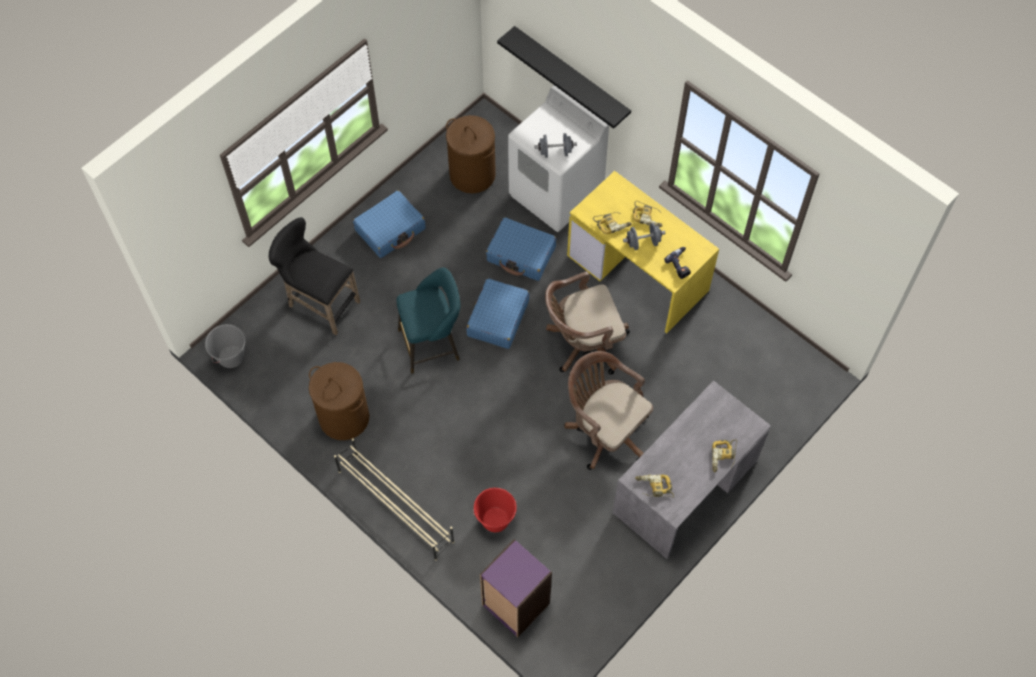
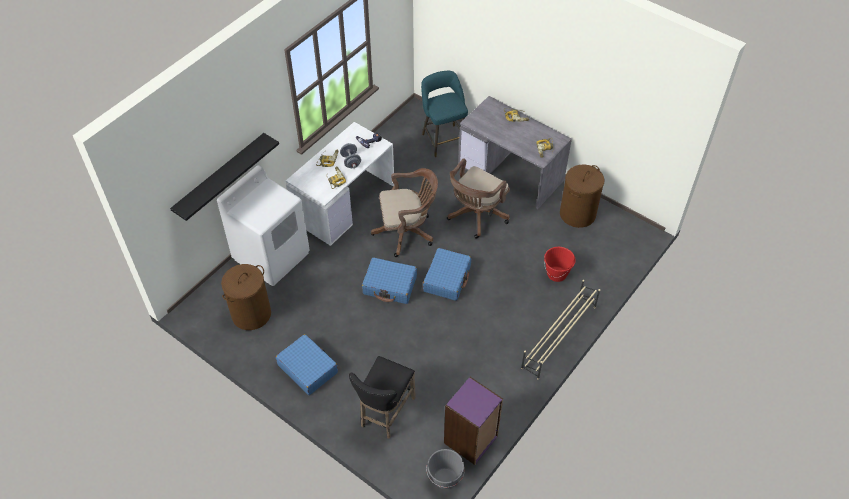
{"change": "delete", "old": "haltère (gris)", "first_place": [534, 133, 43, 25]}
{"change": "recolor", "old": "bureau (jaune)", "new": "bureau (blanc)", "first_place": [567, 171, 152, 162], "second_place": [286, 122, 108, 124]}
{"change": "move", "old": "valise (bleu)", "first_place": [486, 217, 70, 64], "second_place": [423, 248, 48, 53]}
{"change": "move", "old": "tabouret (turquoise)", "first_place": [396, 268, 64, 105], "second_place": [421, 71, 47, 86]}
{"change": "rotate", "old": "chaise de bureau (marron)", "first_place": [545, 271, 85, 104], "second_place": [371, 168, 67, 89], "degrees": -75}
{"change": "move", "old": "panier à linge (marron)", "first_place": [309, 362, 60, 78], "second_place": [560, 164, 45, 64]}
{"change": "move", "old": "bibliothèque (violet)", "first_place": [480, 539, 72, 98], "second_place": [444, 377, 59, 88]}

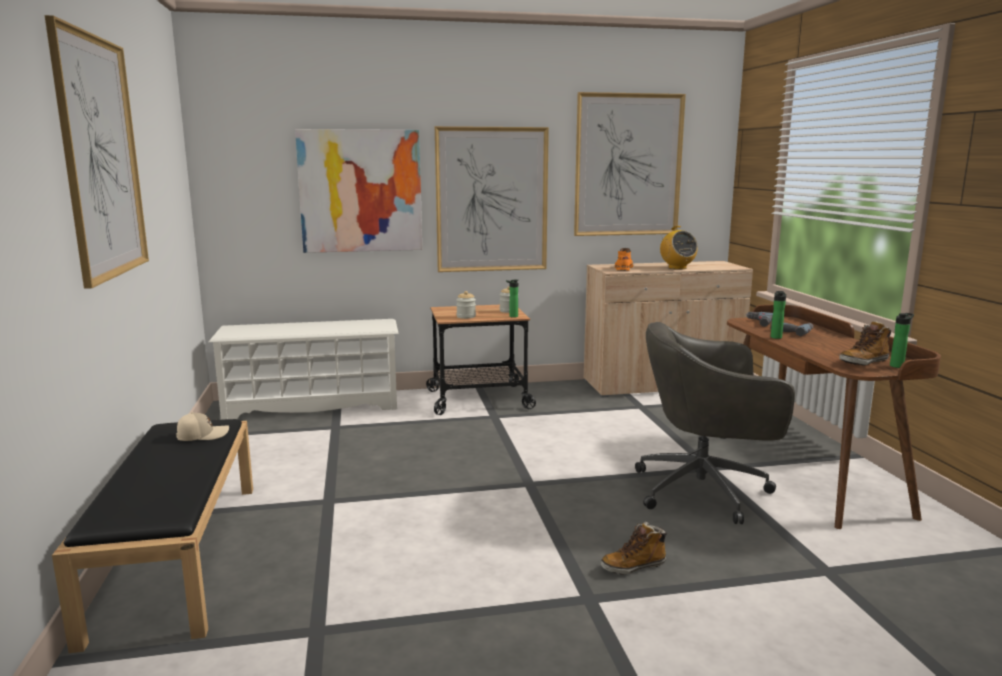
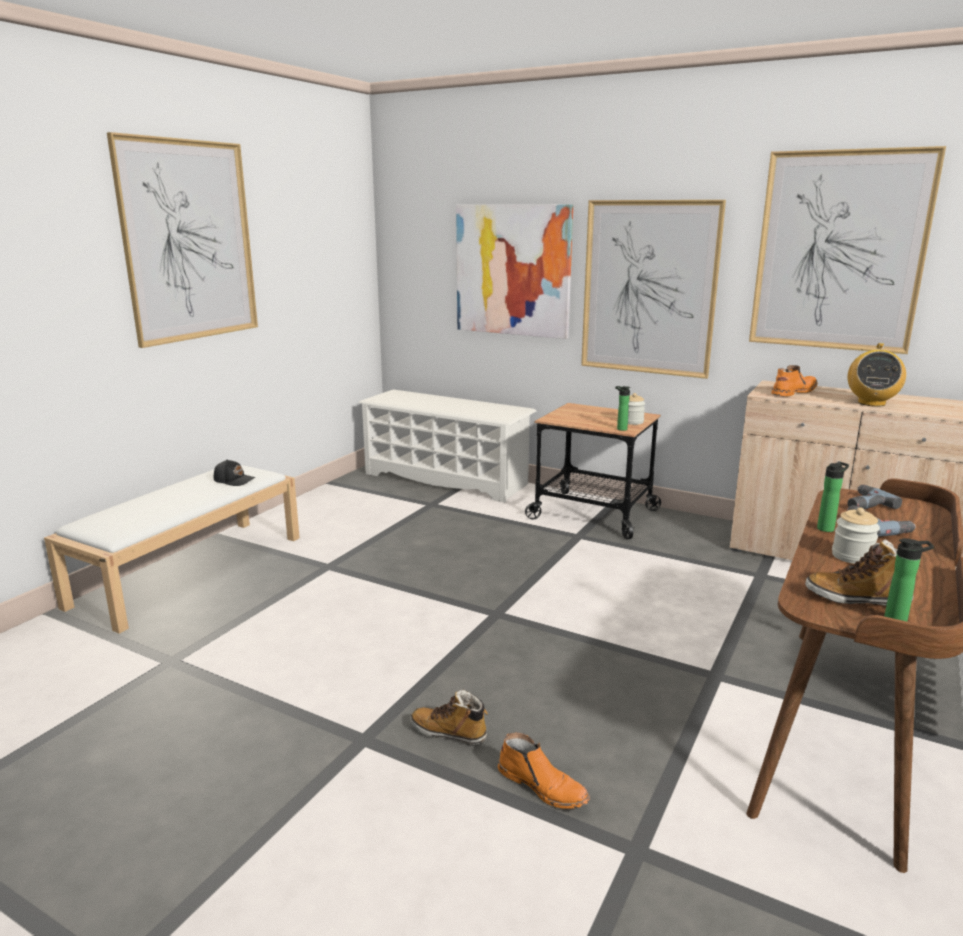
{"change": "move", "old": "bocal", "first_place": [456, 291, 20, 28], "second_place": [832, 507, 48, 57]}
{"change": "delete", "old": "chaise de bureau (gris)", "first_place": [635, 322, 160, 202]}
{"change": "recolor", "old": "casquette (beige)", "new": "casquette (noir)", "first_place": [176, 412, 53, 29], "second_place": [214, 459, 42, 27]}
{"change": "recolor", "old": "banc (noir)", "new": "banc (blanc)", "first_place": [52, 419, 201, 234], "second_place": [44, 465, 256, 169]}
{"change": "insert", "new": "botte (orange)", "second_place": [498, 733, 92, 76]}

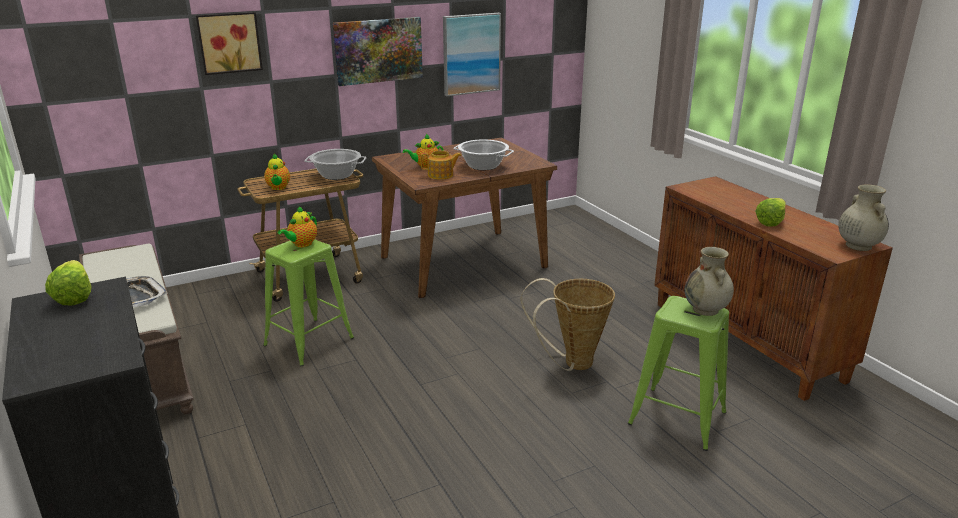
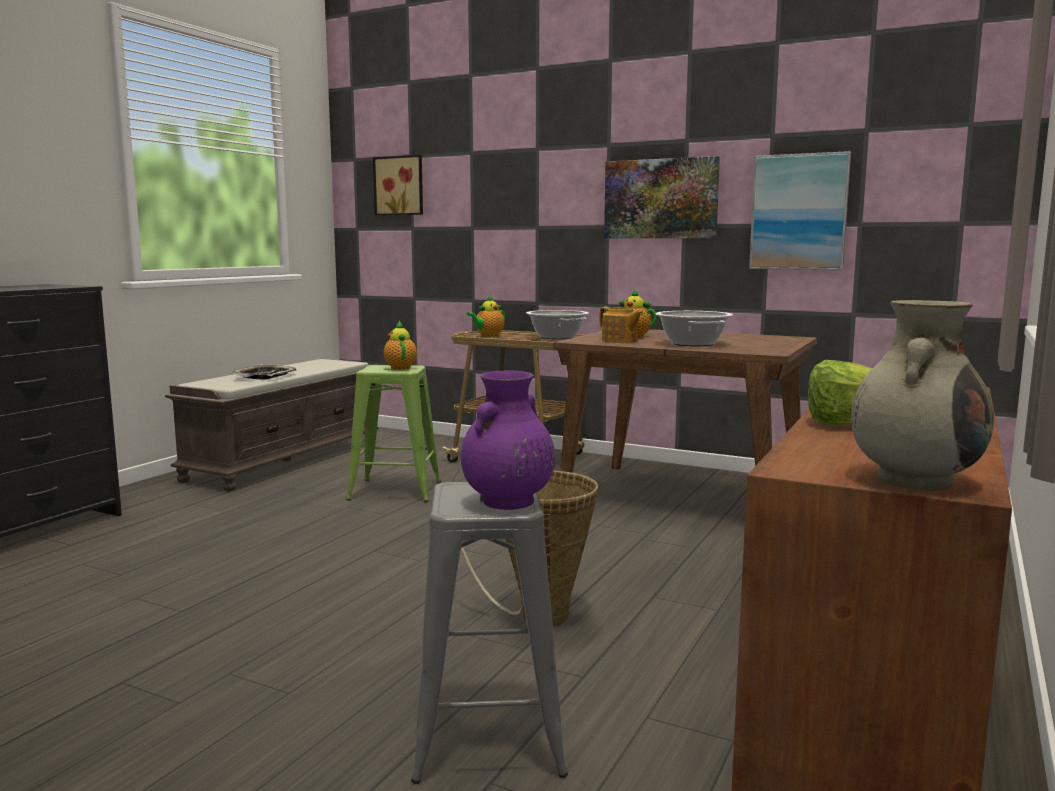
{"change": "move", "old": "tableau", "first_place": [196, 12, 67, 63], "second_place": [373, 155, 50, 60]}
{"change": "rotate", "old": "théière", "first_place": [278, 206, 39, 41], "second_place": [384, 321, 33, 49], "degrees": 75}
{"change": "recolor", "old": "vase (beige)", "new": "vase (violet)", "first_place": [685, 247, 49, 69], "second_place": [461, 370, 94, 140]}
{"change": "delete", "old": "laitue", "first_place": [45, 260, 47, 46]}
{"change": "recolor", "old": "tabouret (vert)", "new": "tabouret (gris)", "first_place": [628, 296, 101, 155], "second_place": [411, 482, 157, 302]}

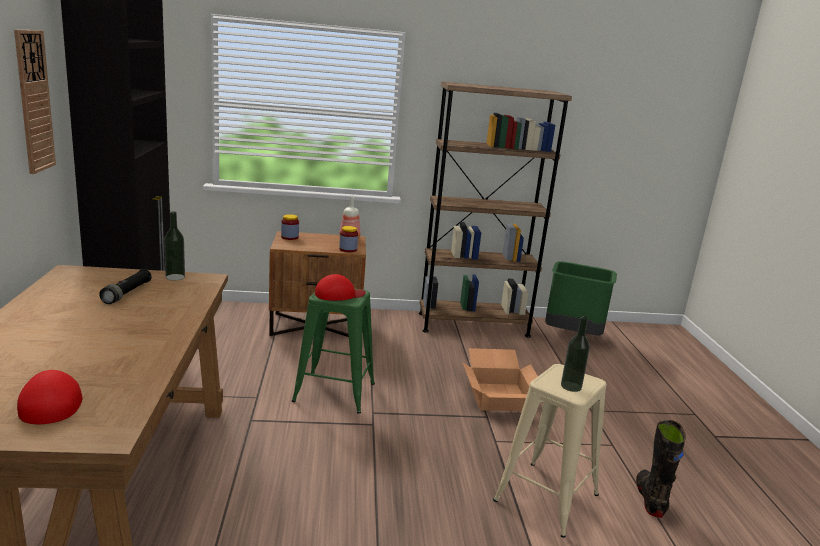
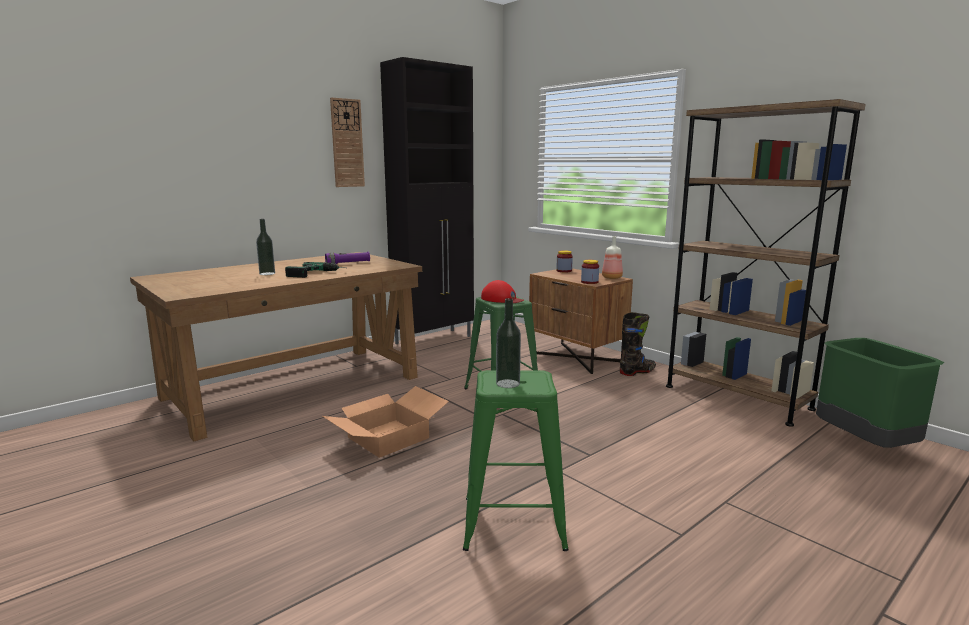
{"change": "move", "old": "bouteille", "first_place": [164, 212, 21, 69], "second_place": [256, 219, 19, 56]}
{"change": "recolor", "old": "lampe de poche (noir)", "new": "lampe de poche (violet)", "first_place": [99, 269, 53, 35], "second_place": [325, 252, 45, 12]}
{"change": "move", "old": "carton", "first_place": [462, 348, 76, 63], "second_place": [322, 386, 127, 72]}
{"change": "recolor", "old": "tabouret (beige)", "new": "tabouret (vert)", "first_place": [493, 364, 113, 174], "second_place": [463, 370, 106, 181]}
{"change": "delete", "old": "casquette (rouge)", "first_place": [17, 370, 65, 54]}
{"change": "move", "old": "botte (noir)", "first_place": [636, 420, 50, 98], "second_place": [620, 312, 36, 64]}
{"change": "insert", "new": "perceuse", "second_place": [285, 262, 61, 16]}

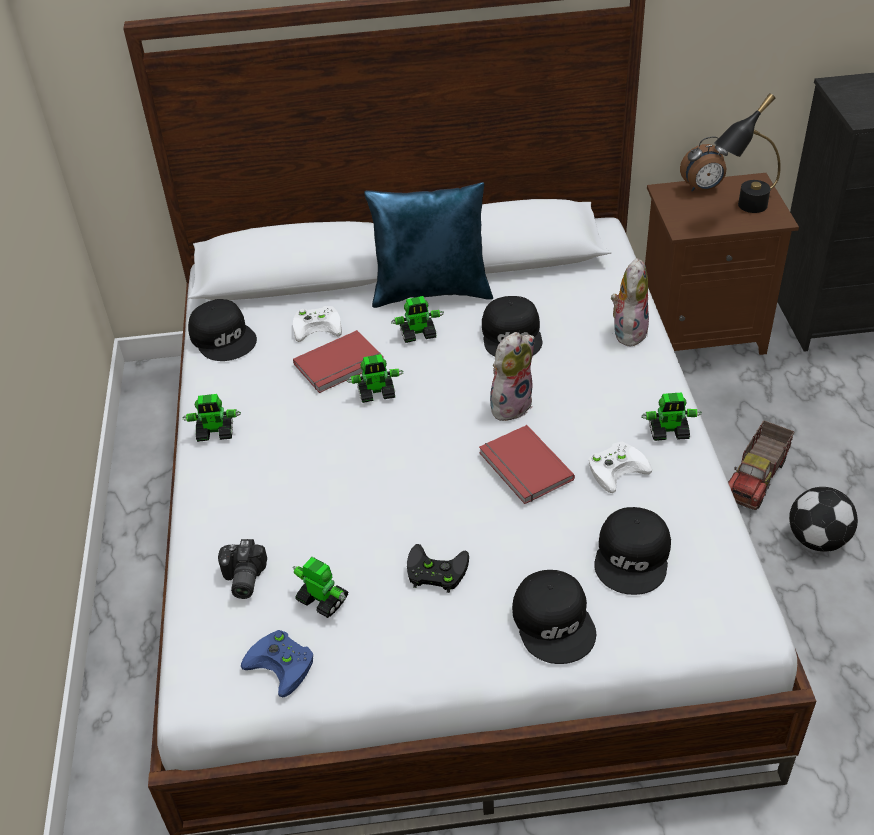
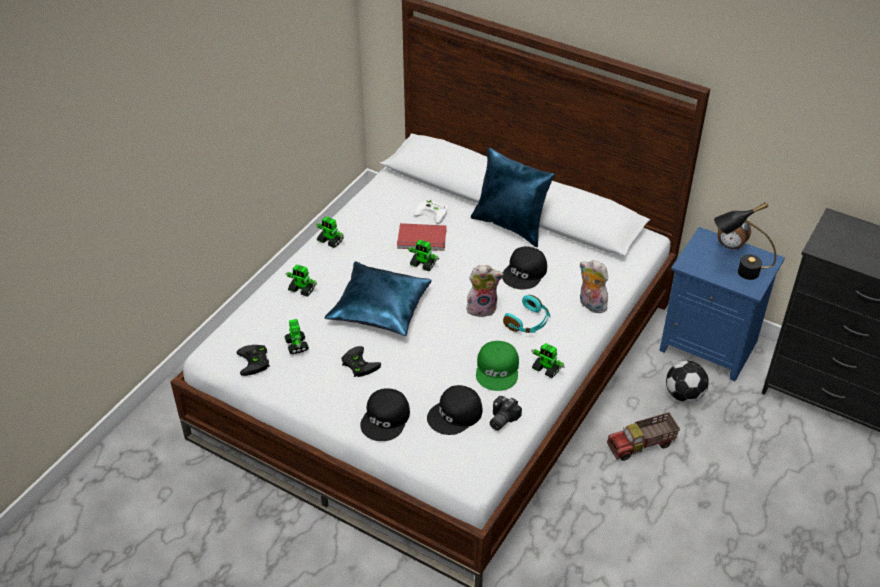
{"change": "recolor", "old": "table de chevet (marron)", "new": "table de chevet (bleu)", "first_place": [645, 173, 154, 182], "second_place": [659, 227, 126, 154]}
{"change": "rotate", "old": "peluche", "first_place": [611, 258, 38, 88], "second_place": [579, 260, 30, 53], "degrees": -105}
{"change": "move", "old": "robot jouet", "first_place": [391, 296, 53, 47], "second_place": [286, 265, 31, 31]}
{"change": "delete", "old": "casquette (noir)", "first_place": [188, 299, 69, 62]}
{"change": "delete", "old": "livre (rouge)", "first_place": [479, 425, 96, 79]}
{"change": "replace", "old": "manette (blanc)", "new": "casquette (vert)", "first_place": [589, 442, 63, 51], "second_place": [476, 341, 43, 50]}
{"change": "move", "old": "ballon de foot", "first_place": [789, 487, 69, 65], "second_place": [666, 361, 43, 41]}
{"change": "move", "old": "appareil photo", "first_place": [218, 539, 49, 60], "second_place": [490, 396, 32, 35]}
{"change": "recolor", "old": "manette (bleu)", "new": "manette (noir)", "first_place": [241, 630, 72, 68], "second_place": [237, 345, 33, 31]}
{"change": "insert", "new": "coussin (bleu)", "second_place": [325, 261, 107, 75]}
{"change": "insert", "new": "casque audio (turquoise)", "second_place": [503, 295, 47, 38]}

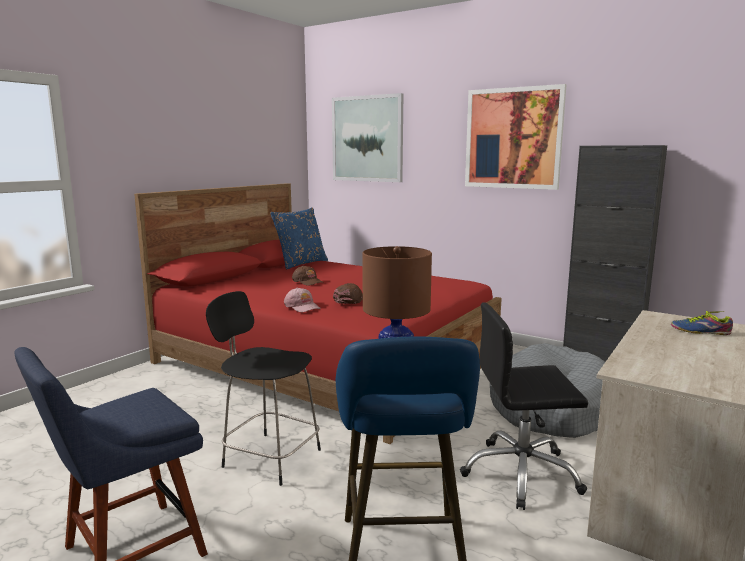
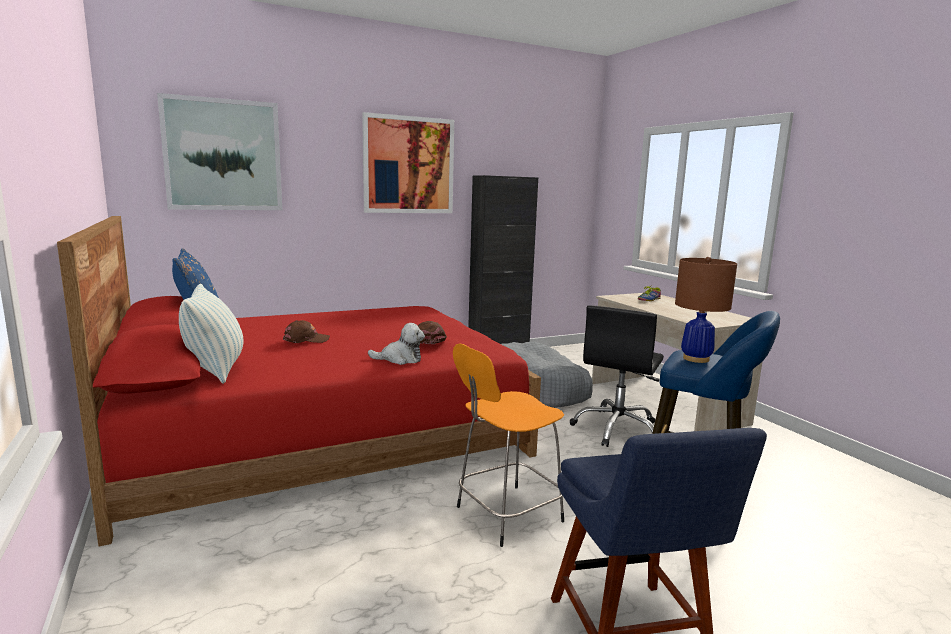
{"change": "replace", "old": "casquette (rose)", "new": "peluche", "first_place": [284, 287, 37, 25], "second_place": [368, 323, 57, 42]}
{"change": "recolor", "old": "tabouret (noir)", "new": "tabouret (orange)", "first_place": [206, 291, 115, 195], "second_place": [453, 343, 111, 204]}
{"change": "insert", "new": "coussin", "second_place": [179, 284, 64, 100]}

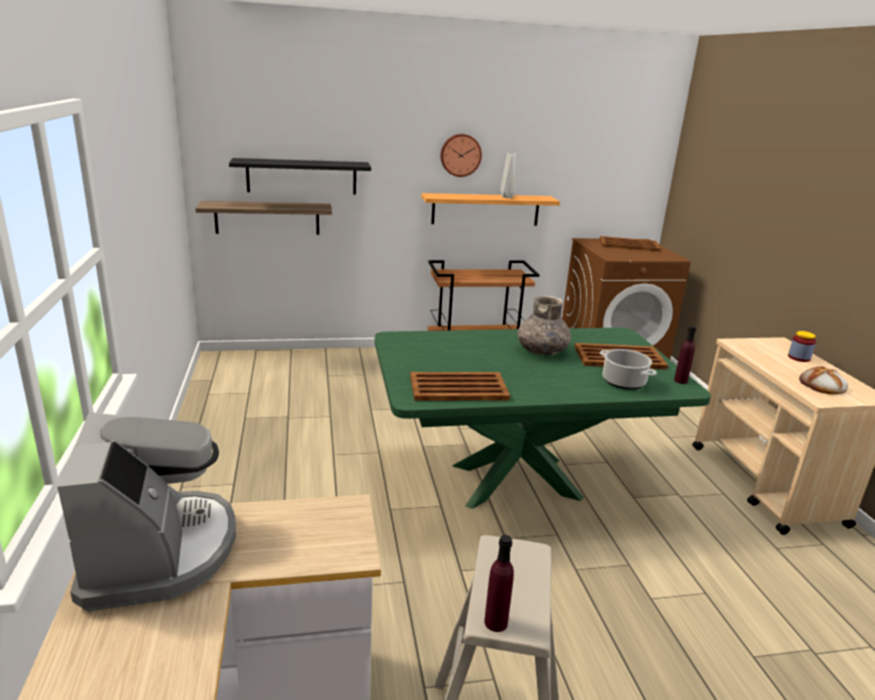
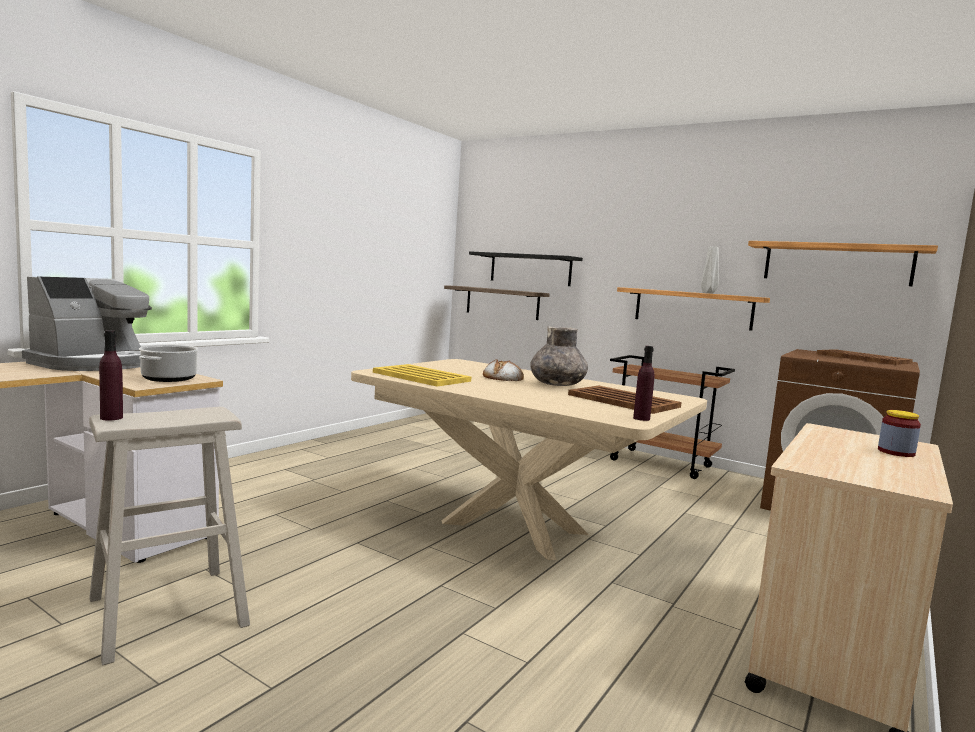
{"change": "delete", "old": "horloge murale", "first_place": [440, 134, 42, 43]}
{"change": "recolor", "old": "table à manger (vert)", "new": "table à manger (beige)", "first_place": [375, 328, 336, 181], "second_place": [351, 359, 356, 201]}
{"change": "move", "old": "marmite", "first_place": [600, 349, 57, 41], "second_place": [139, 345, 59, 37]}
{"change": "move", "old": "pain", "first_place": [799, 366, 49, 28], "second_place": [483, 359, 41, 22]}
{"change": "recolor", "old": "plateau (marron)", "new": "plateau (jaune)", "first_place": [410, 372, 100, 29], "second_place": [373, 364, 98, 22]}
{"change": "insert", "new": "étagère", "second_place": [748, 241, 190, 45]}

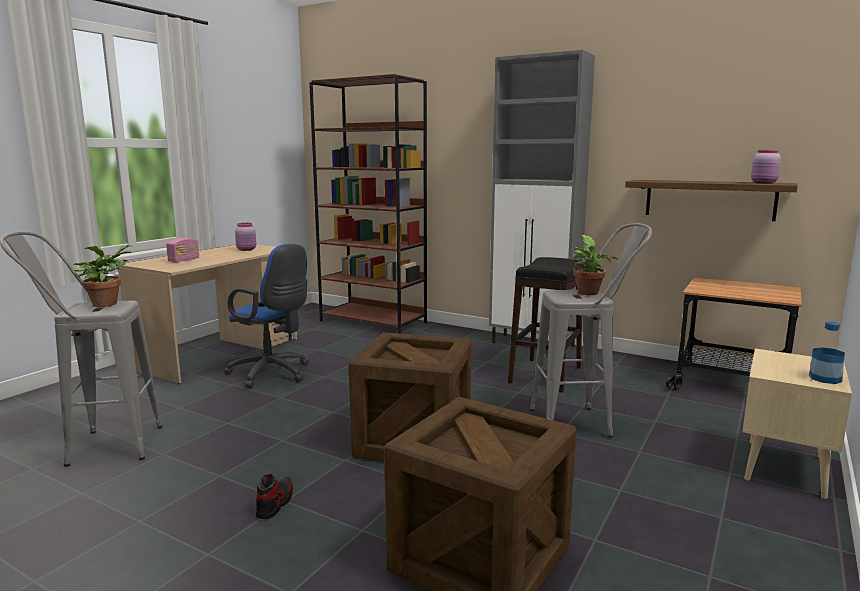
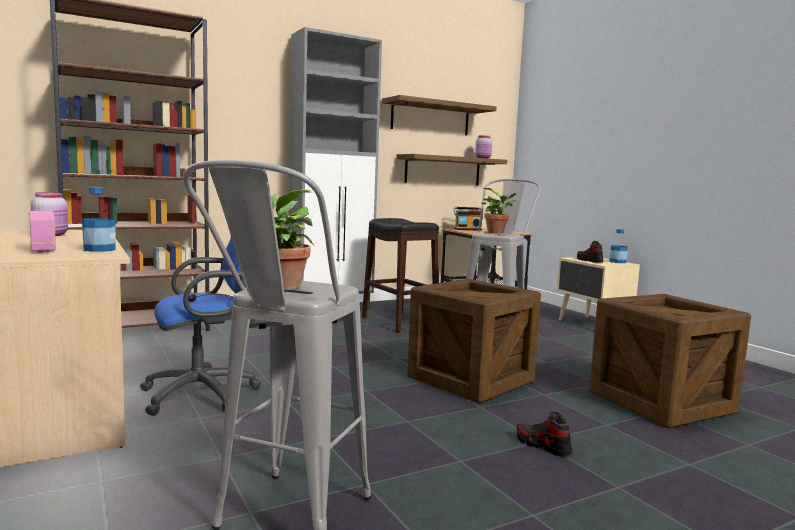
{"change": "insert", "new": "étagère", "second_place": [382, 95, 115, 40]}
{"change": "insert", "new": "bouteille", "second_place": [82, 187, 33, 65]}
{"change": "insert", "new": "radio", "second_place": [454, 207, 29, 24]}
{"change": "insert", "new": "chaussure", "second_place": [577, 241, 27, 22]}

